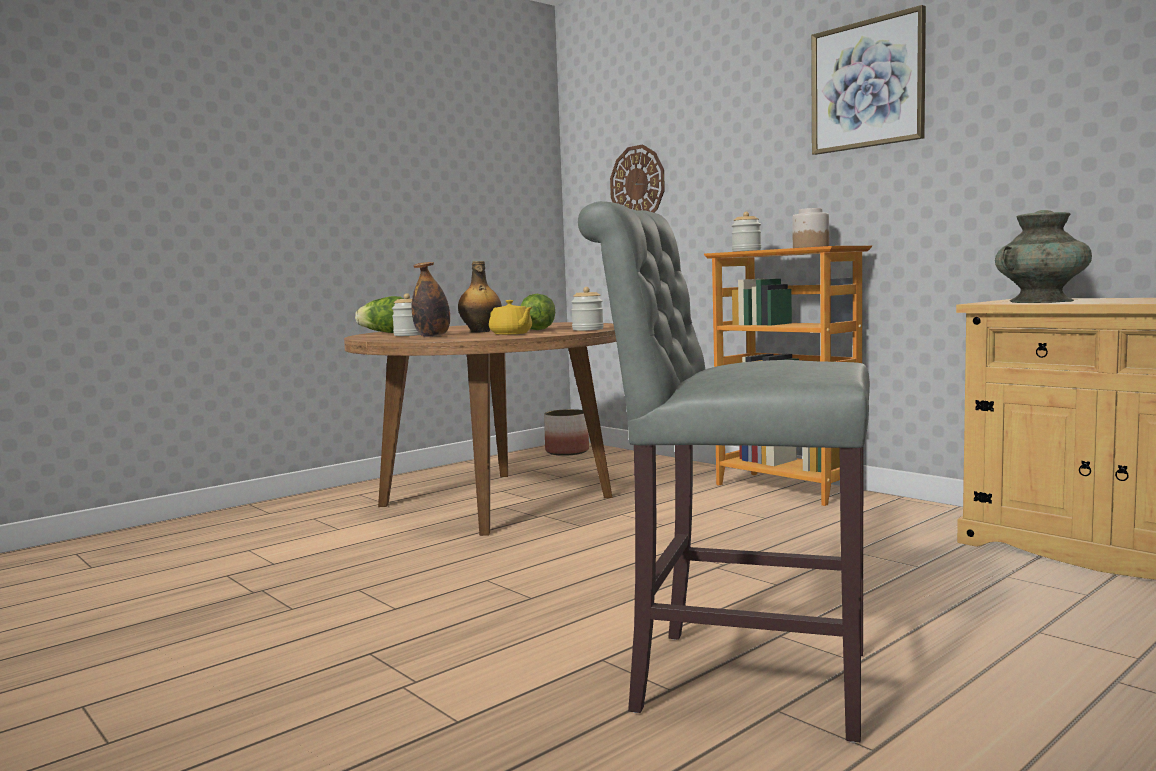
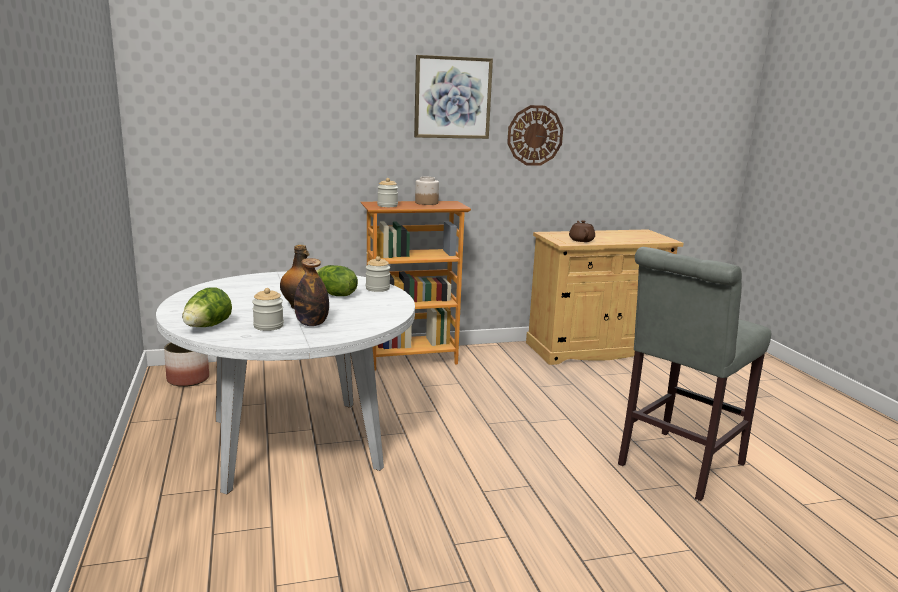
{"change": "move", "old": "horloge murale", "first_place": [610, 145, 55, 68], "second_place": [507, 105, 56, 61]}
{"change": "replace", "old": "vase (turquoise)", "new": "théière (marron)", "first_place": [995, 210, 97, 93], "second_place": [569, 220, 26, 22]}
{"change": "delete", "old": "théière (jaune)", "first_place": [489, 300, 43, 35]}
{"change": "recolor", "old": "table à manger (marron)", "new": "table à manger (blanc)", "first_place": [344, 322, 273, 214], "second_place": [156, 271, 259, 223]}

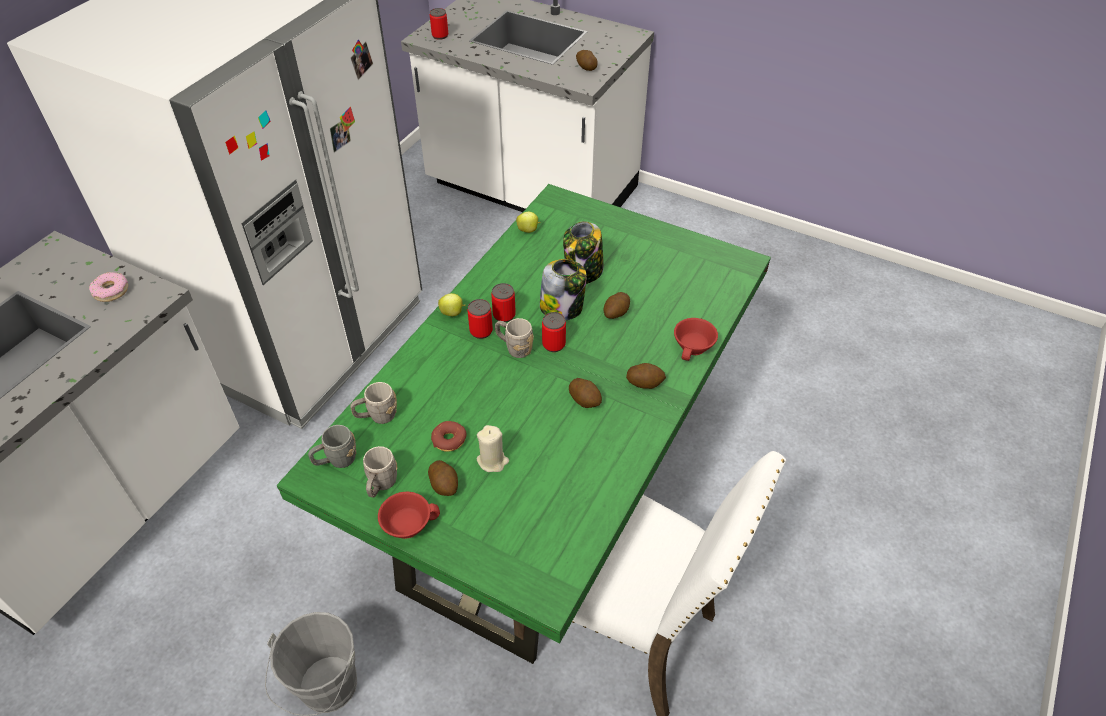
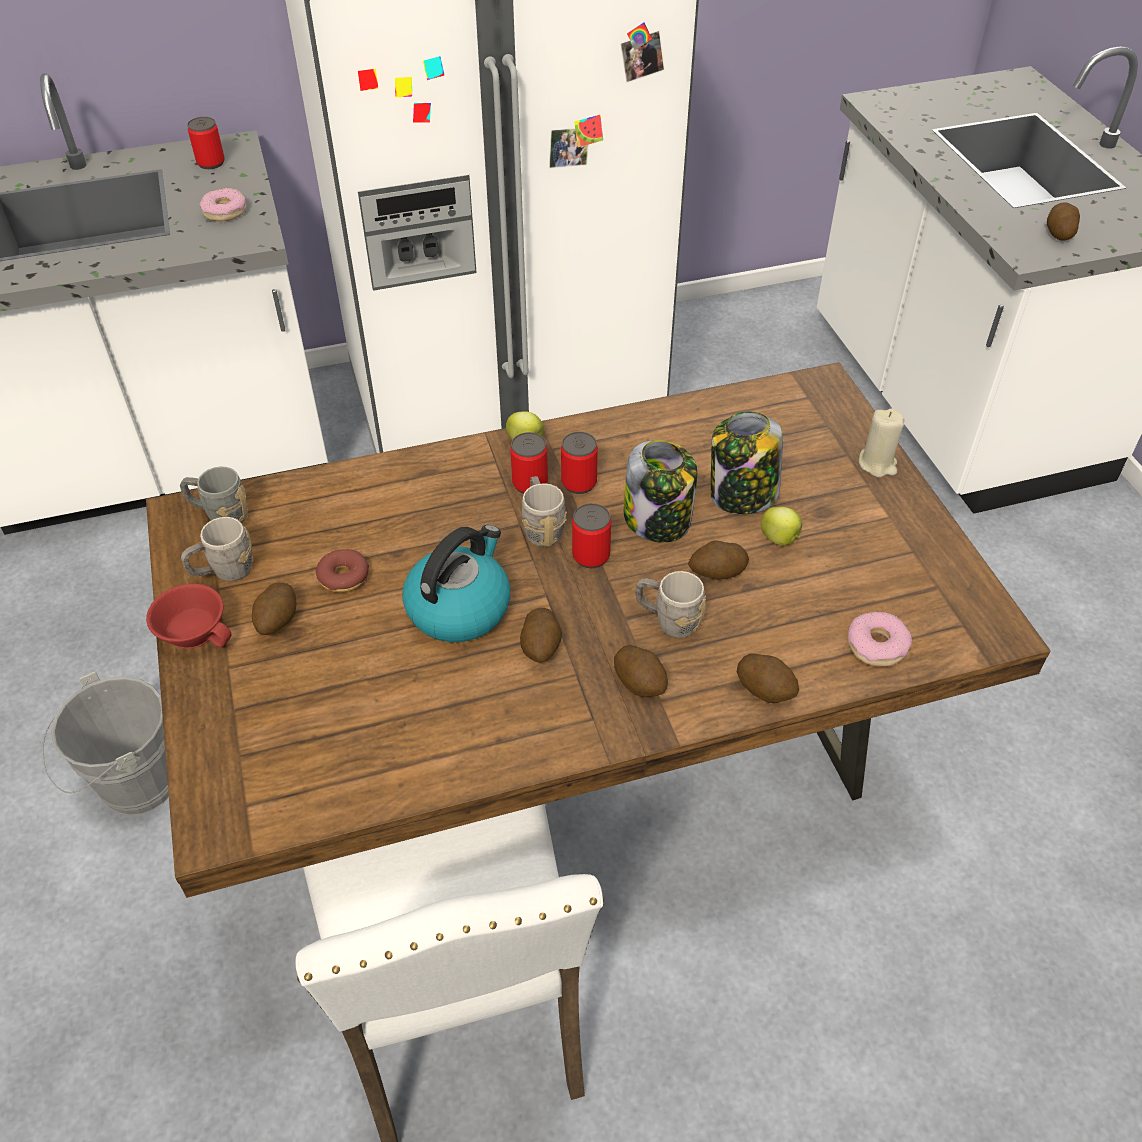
{"change": "move", "old": "boîte métallique", "first_place": [430, 8, 18, 32], "second_place": [187, 117, 38, 52]}
{"change": "recolor", "old": "table à manger (vert)", "new": "table à manger (marron)", "first_place": [277, 184, 494, 480], "second_place": [146, 362, 905, 536]}
{"change": "move", "old": "pomme", "first_place": [516, 212, 25, 21], "second_place": [761, 507, 41, 38]}
{"change": "replace", "old": "tasse (rouge)", "new": "pomme de terre", "first_place": [674, 318, 44, 43], "second_place": [737, 653, 62, 50]}
{"change": "move", "old": "mug (gris)", "first_place": [350, 382, 47, 42], "second_place": [635, 571, 71, 67]}
{"change": "move", "old": "bougie (beige)", "first_place": [477, 425, 32, 47], "second_place": [859, 409, 45, 68]}
{"change": "insert", "new": "bouilloire", "second_place": [403, 525, 107, 117]}
{"change": "insert", "new": "beignet", "second_place": [848, 612, 64, 55]}

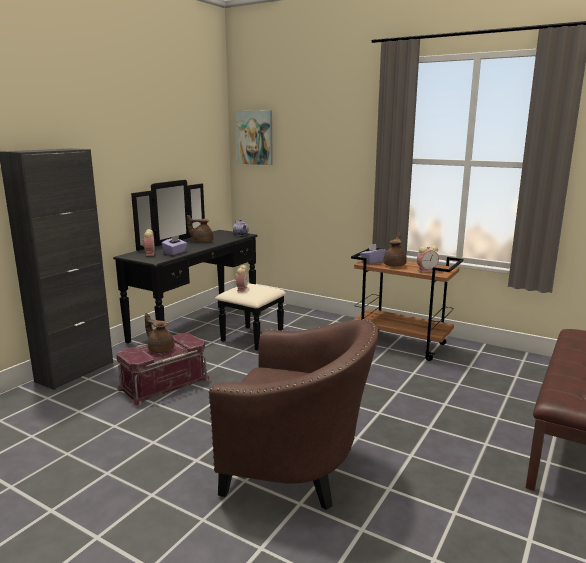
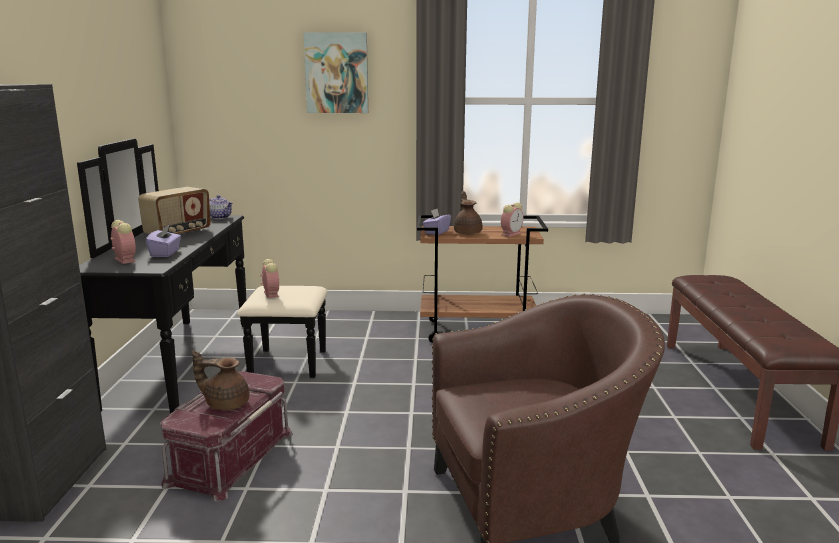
{"change": "move", "old": "tableau", "first_place": [236, 110, 37, 55], "second_place": [304, 32, 64, 81]}
{"change": "replace", "old": "théière (marron)", "new": "radio", "first_place": [187, 215, 26, 28], "second_place": [138, 187, 73, 47]}

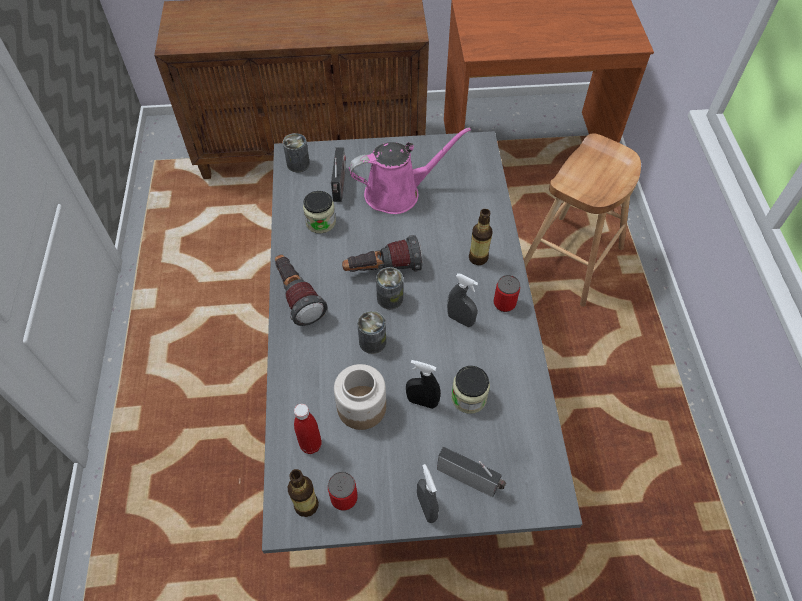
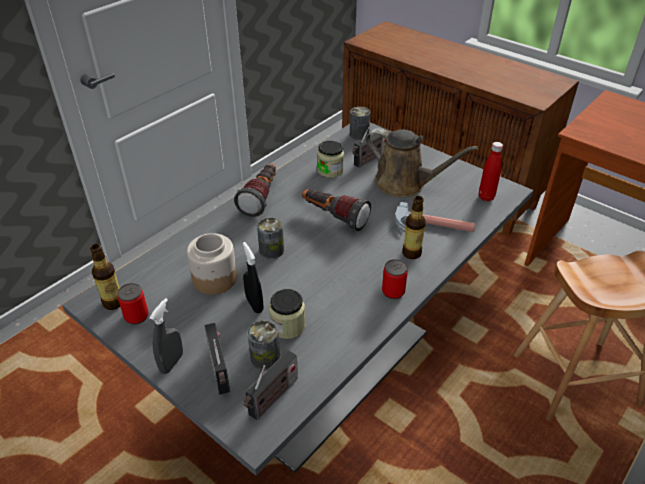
{"change": "recolor", "old": "arrosoir (rose)", "new": "arrosoir (marron)", "first_place": [349, 127, 122, 87], "second_place": [365, 128, 113, 69]}
{"change": "move", "old": "boîte métallique", "first_place": [376, 267, 27, 42], "second_place": [247, 320, 33, 50]}
{"change": "delete", "old": "vaporisateur (gris)", "first_place": [447, 273, 31, 54]}
{"change": "move", "old": "bouteille (rouge)", "first_place": [294, 404, 28, 50], "second_place": [479, 142, 24, 59]}
{"change": "insert", "new": "marteau", "second_place": [394, 202, 81, 30]}
{"change": "insert", "new": "radio", "second_place": [244, 350, 54, 70]}

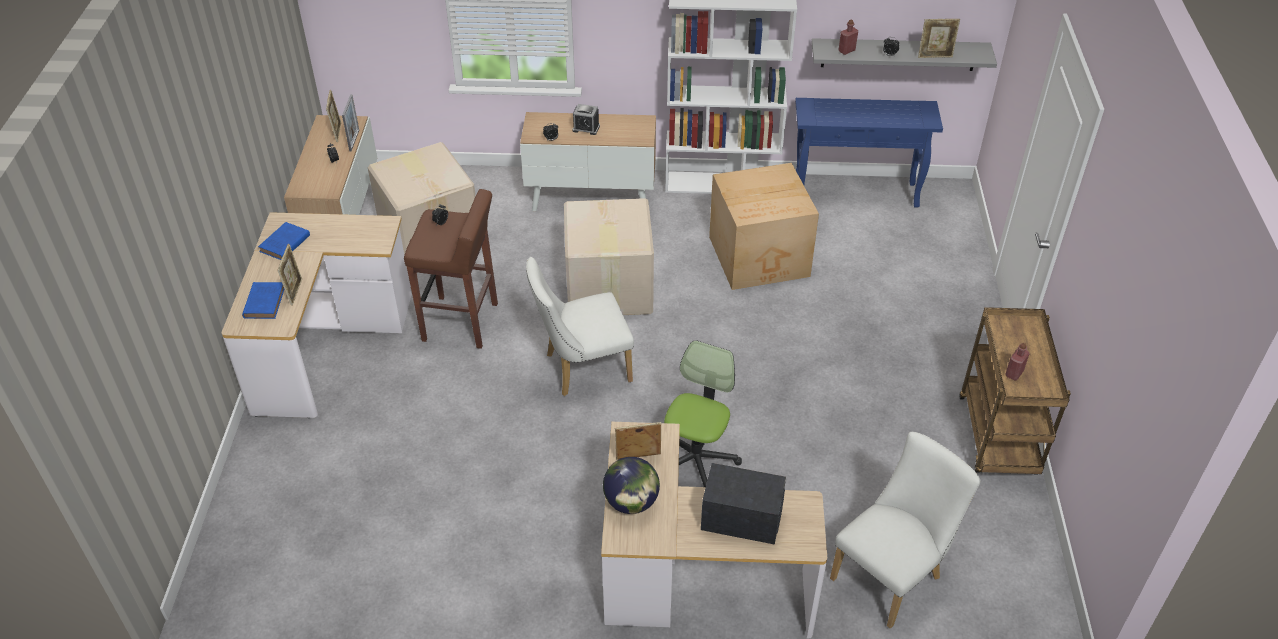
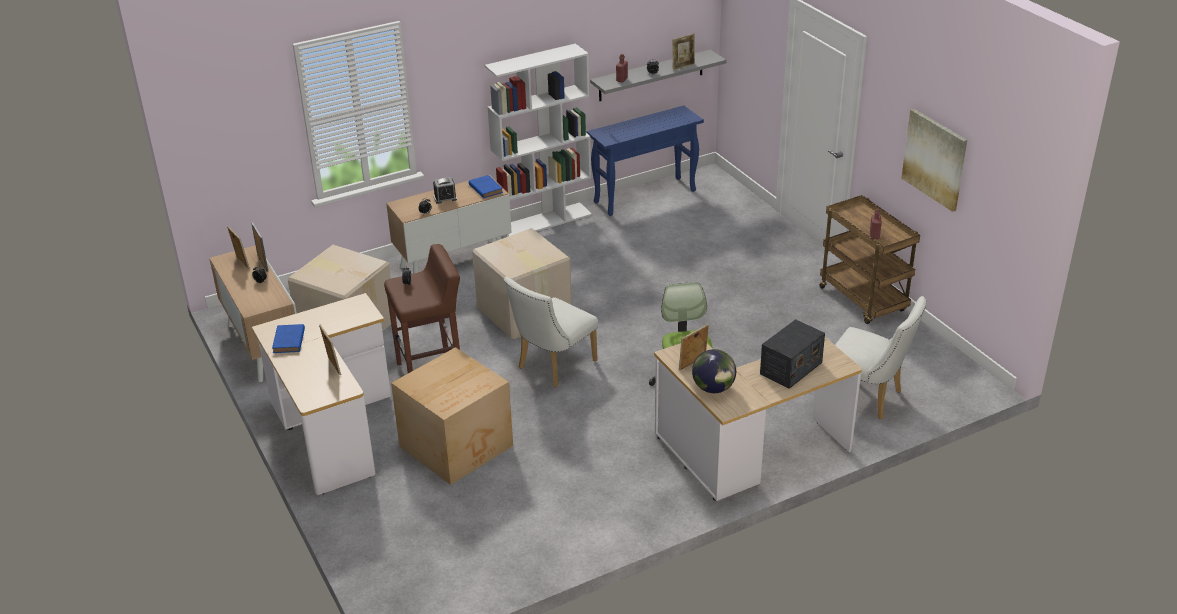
{"change": "move", "old": "carton", "first_place": [709, 163, 110, 127], "second_place": [391, 347, 122, 138]}
{"change": "move", "old": "livre (bleu)", "first_place": [242, 282, 42, 37], "second_place": [469, 175, 34, 23]}
{"change": "rotate", "old": "chaise (blanc)", "first_place": [830, 432, 150, 197], "second_place": [835, 296, 91, 124], "degrees": 105}
{"change": "rotate", "old": "radio", "first_place": [701, 463, 85, 82], "second_place": [760, 319, 65, 70], "degrees": 150}
{"change": "insert", "new": "tableau", "second_place": [901, 109, 66, 103]}

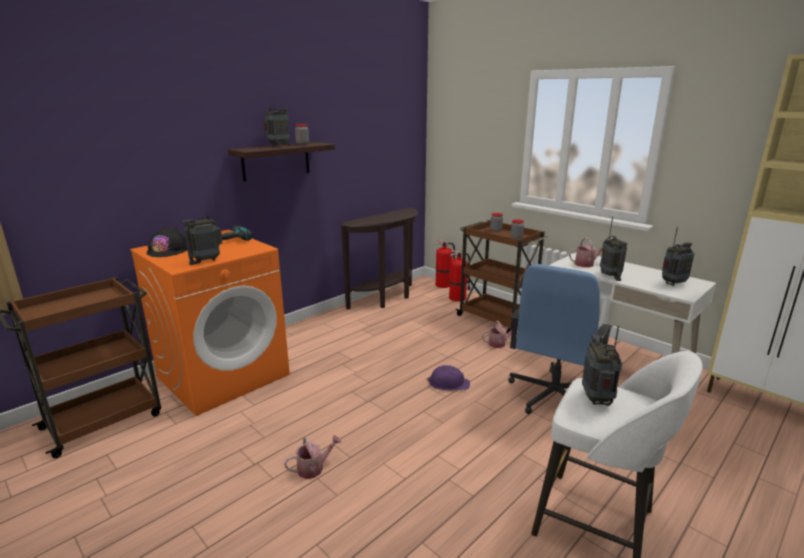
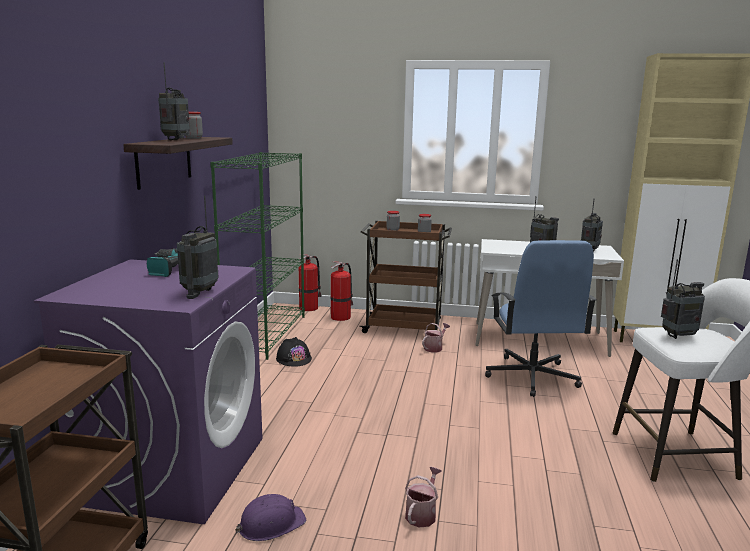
{"change": "replace", "old": "table console (marron)", "new": "bibliothèque (vert)", "first_place": [340, 207, 79, 102], "second_place": [210, 152, 95, 208]}
{"change": "move", "old": "casque de chantier (noir)", "first_place": [147, 227, 40, 30], "second_place": [276, 337, 36, 30]}
{"change": "recolor", "old": "lave-linge (orange)", "new": "lave-linge (violet)", "first_place": [130, 230, 160, 186], "second_place": [34, 259, 228, 265]}
{"change": "delete", "old": "arrosoir", "first_place": [569, 237, 35, 30]}
{"change": "rotate", "old": "radio", "first_place": [582, 326, 40, 80], "second_place": [661, 259, 44, 80], "degrees": 105}
{"change": "move", "old": "casque de chantier (violet)", "first_place": [427, 365, 43, 25], "second_place": [235, 494, 71, 47]}

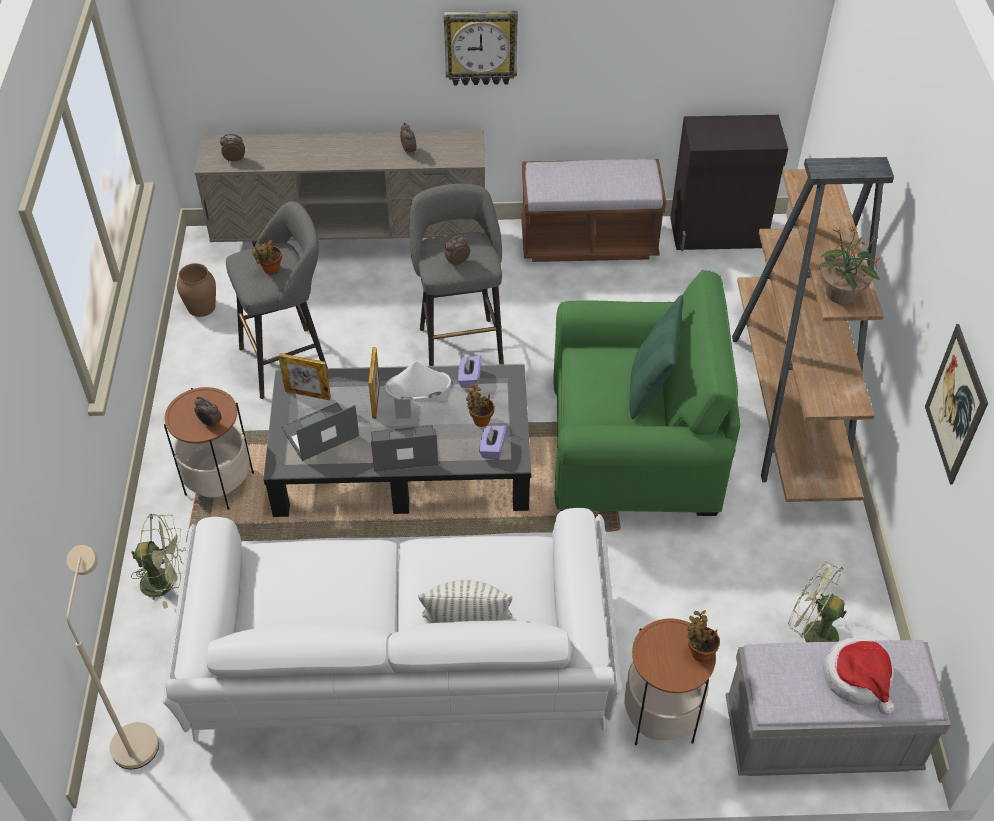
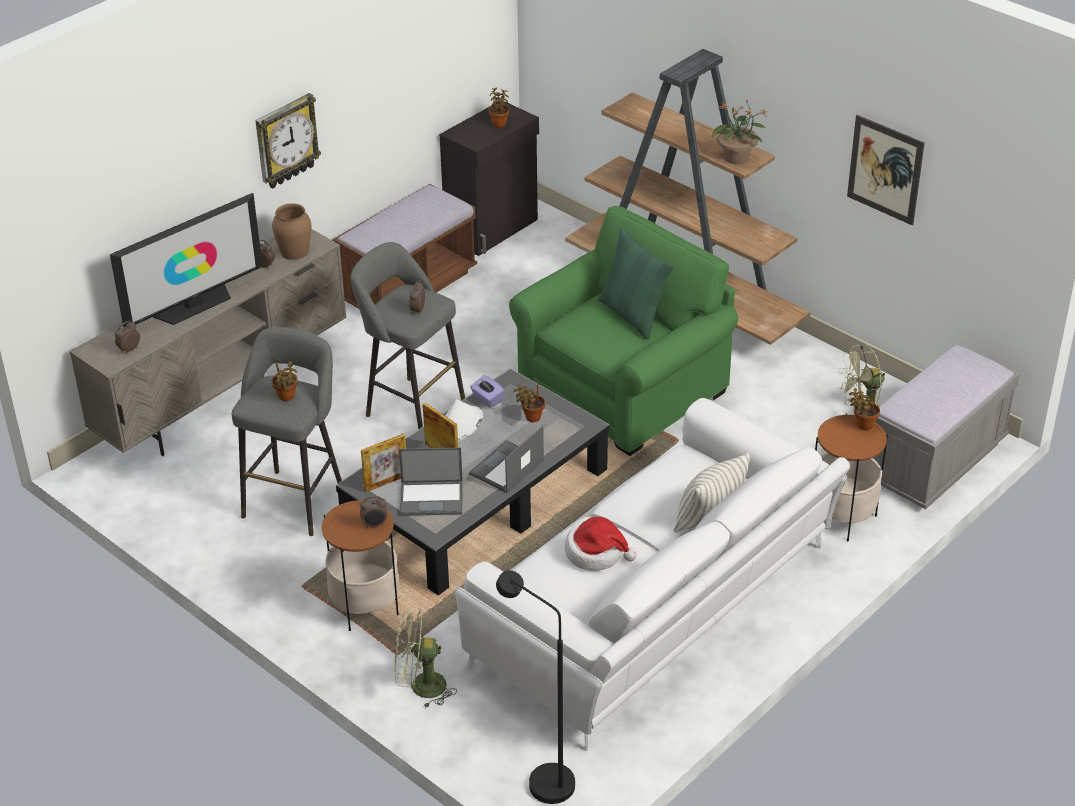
{"change": "move", "old": "vase (marron)", "first_place": [177, 263, 39, 54], "second_place": [272, 203, 39, 57]}
{"change": "rotate", "old": "ordinateur portable", "first_place": [281, 402, 78, 59], "second_place": [399, 447, 64, 69], "degrees": -105}
{"change": "delete", "old": "boîte à mouchoirs (violet)", "first_place": [479, 426, 28, 34]}
{"change": "rotate", "old": "ventilateur (vert)", "first_place": [131, 514, 55, 95], "second_place": [395, 609, 62, 99], "degrees": -135}
{"change": "recolor", "old": "lampadaire (beige)", "new": "lampadaire (noir)", "first_place": [66, 545, 93, 224], "second_place": [496, 570, 79, 234]}
{"change": "move", "old": "chapeau", "first_place": [823, 637, 71, 78], "second_place": [565, 517, 72, 54]}
{"change": "insert", "new": "plante en pot", "second_place": [488, 88, 22, 40]}
{"change": "insert", "new": "téléviseur", "second_place": [110, 193, 153, 134]}

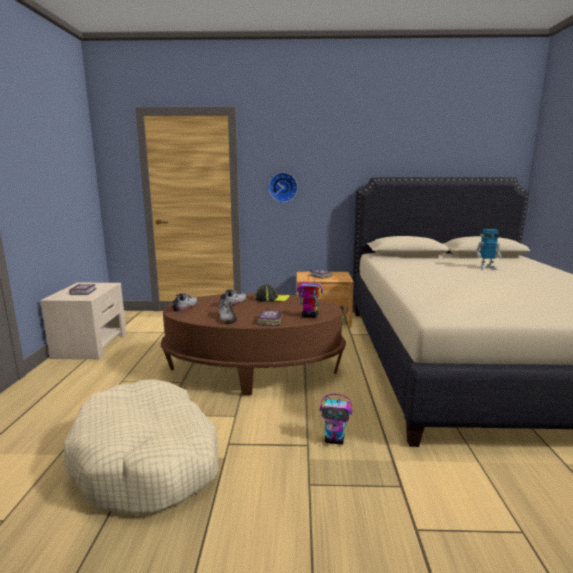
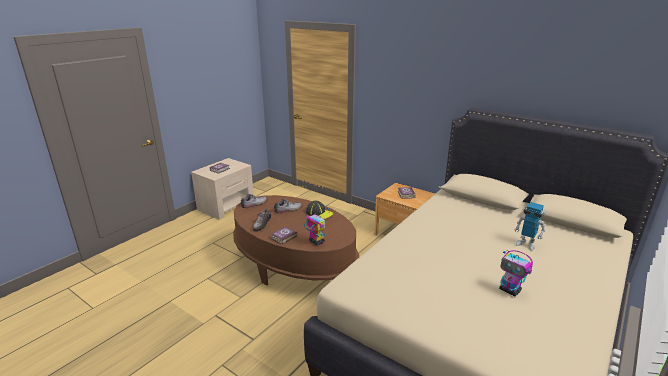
{"change": "delete", "old": "horloge murale", "first_place": [269, 172, 29, 31]}
{"change": "delete", "old": "panier pour chien (beige)", "first_place": [64, 379, 155, 136]}
{"change": "move", "old": "robot jouet", "first_place": [320, 394, 32, 51], "second_place": [499, 250, 34, 46]}

